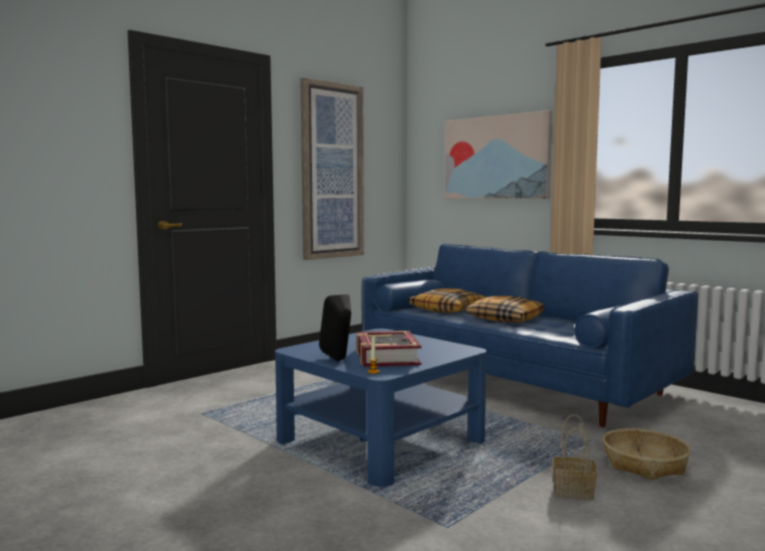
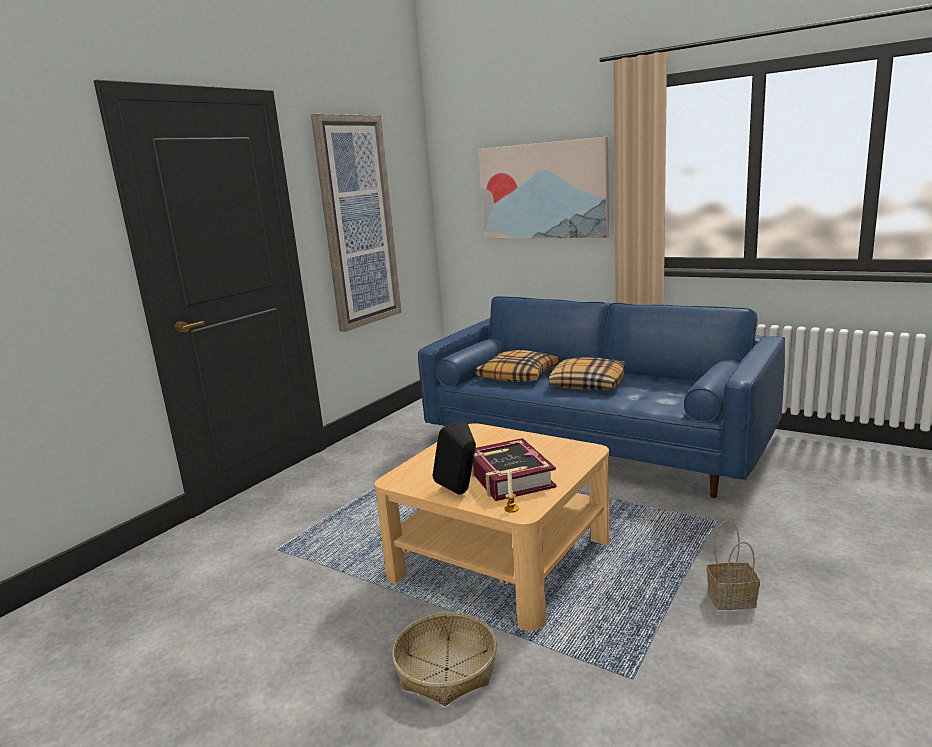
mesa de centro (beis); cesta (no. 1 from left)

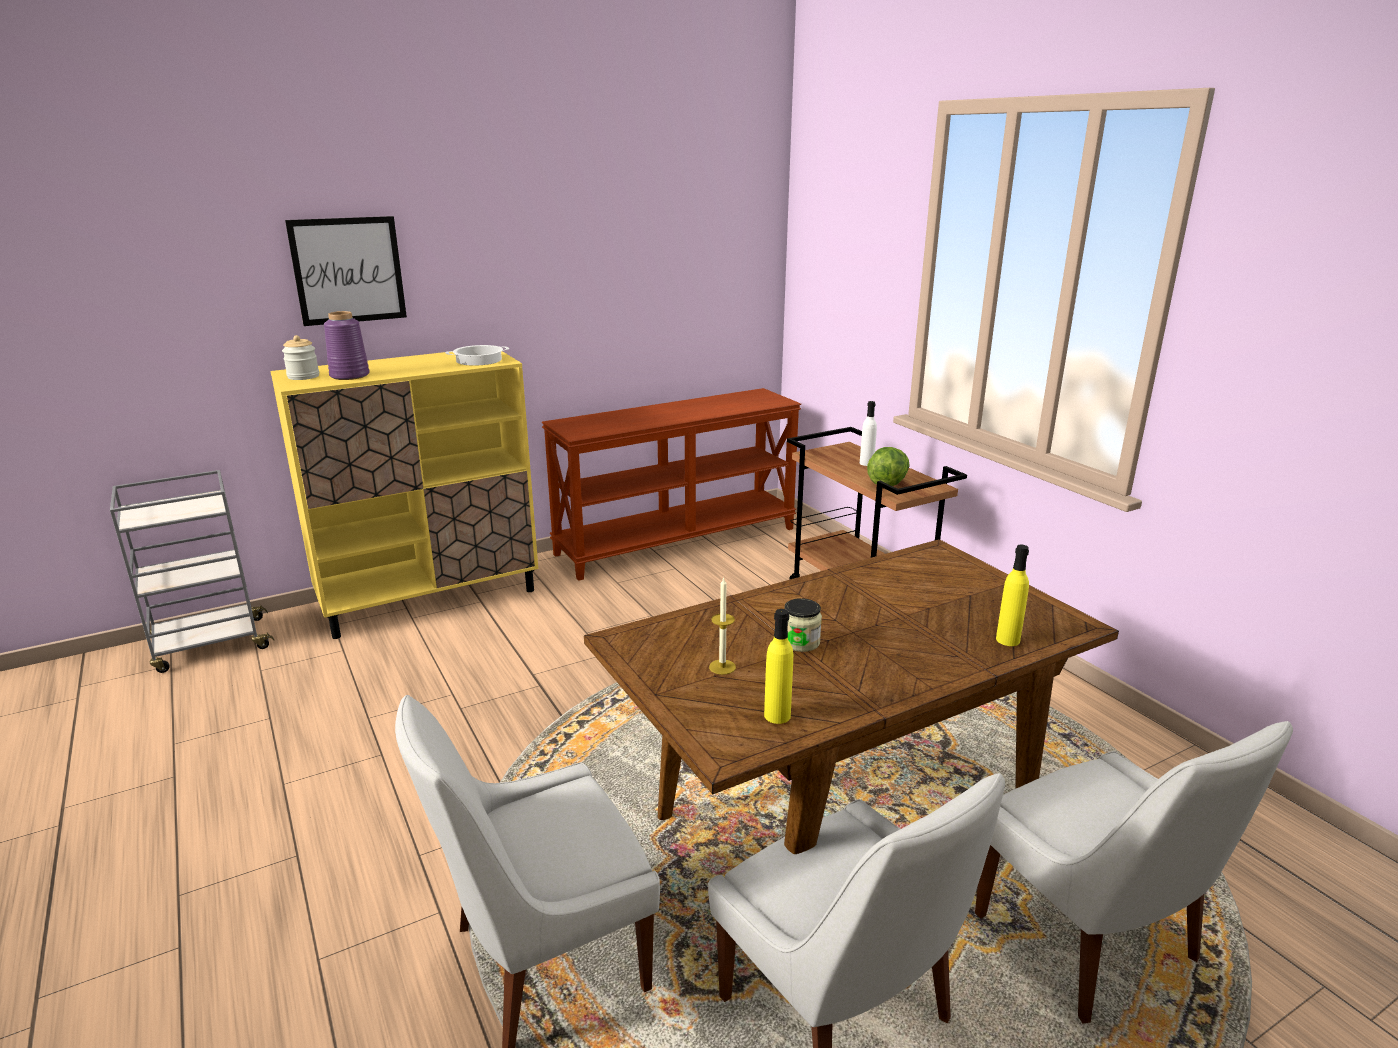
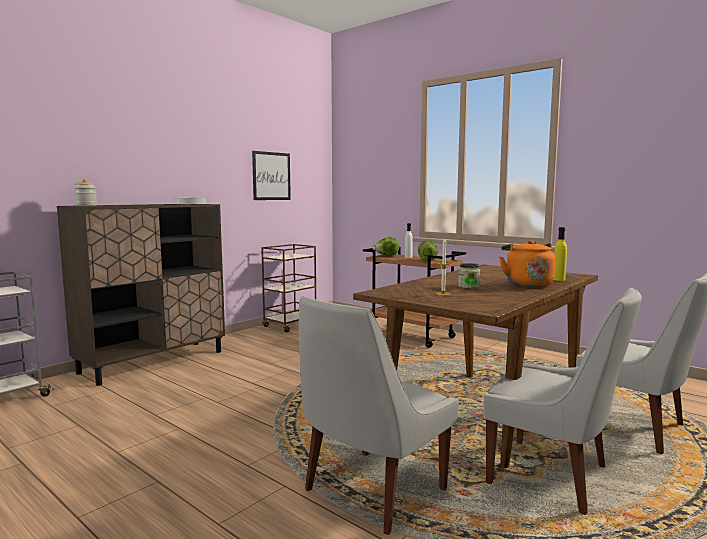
cuadro; florero (morado); armario (marrón); carrito (marrón) (no. 1 from left); botella (amarillo) (no. 1 from left in the first image); lechuga (no. 1 from left); hervidor (naranja)

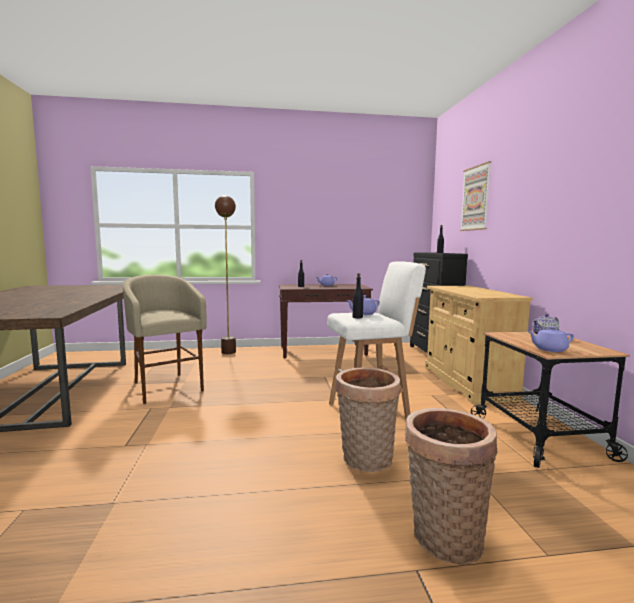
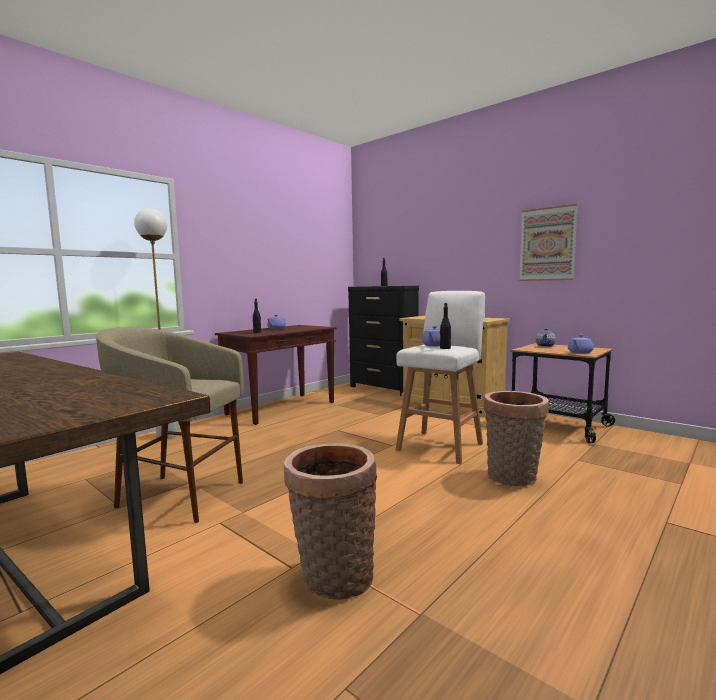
cuadro; lámpara de pie (blanco); cesta (no. 1 from left)

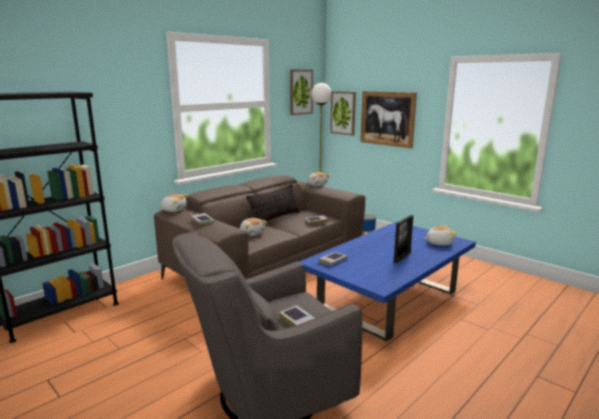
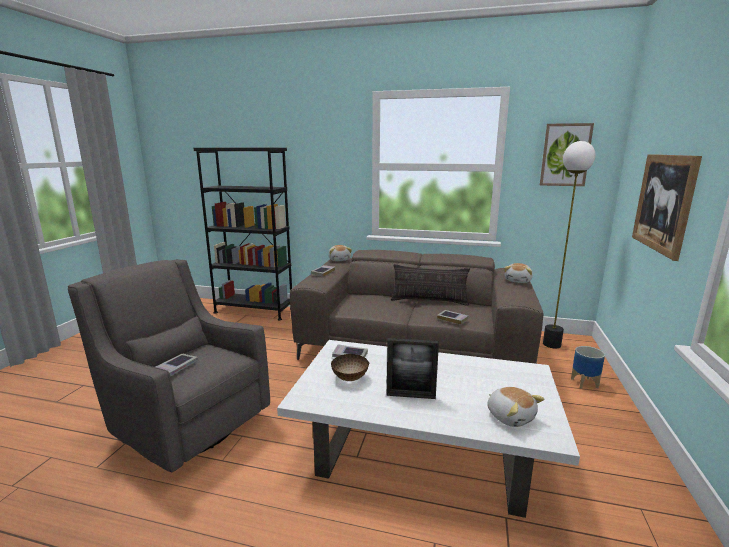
cuadro (no. 2 from left in the first image); peluche (no. 2 from left in the first image); mesa de centro (blanco); cuenco

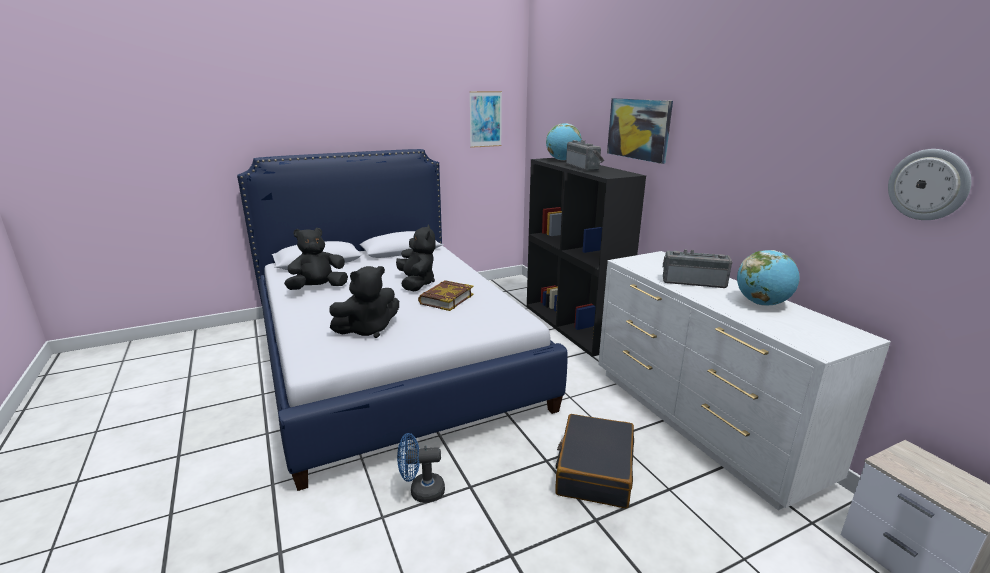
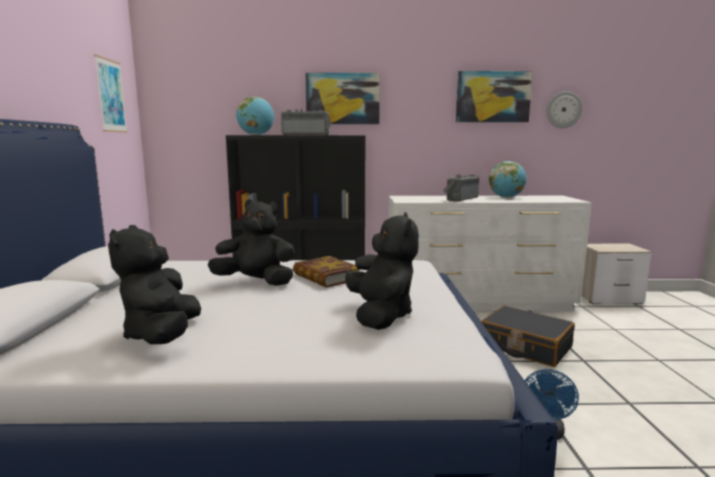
cuadro (no. 3 from left)

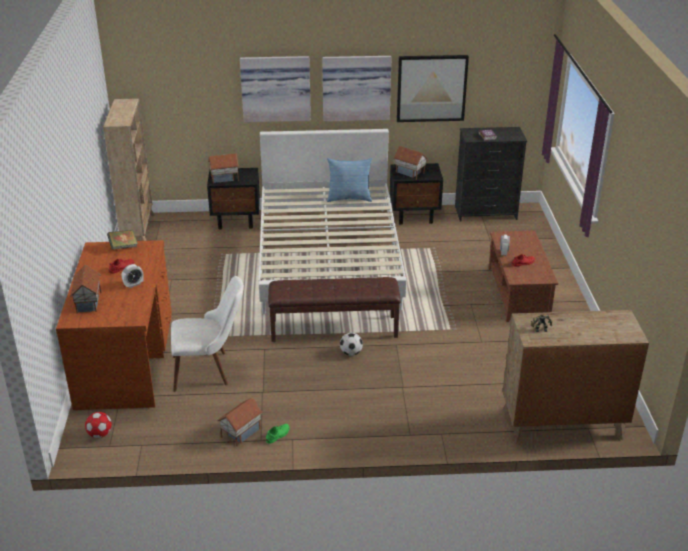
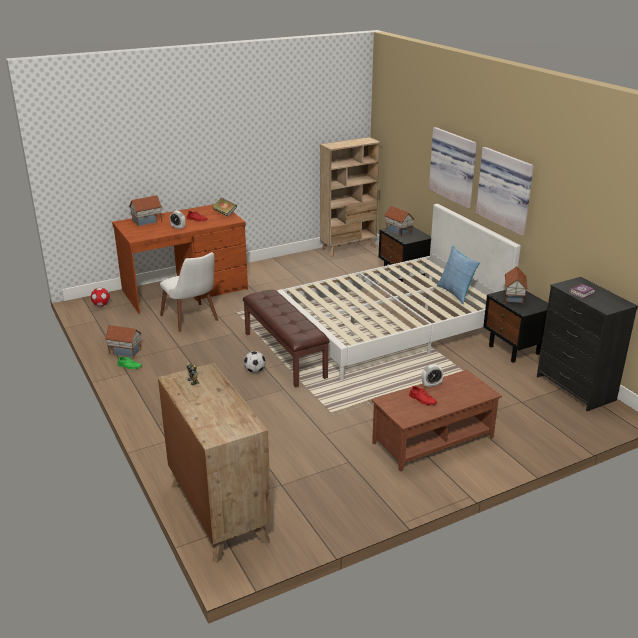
cuadro (no. 3 from left in the first image)

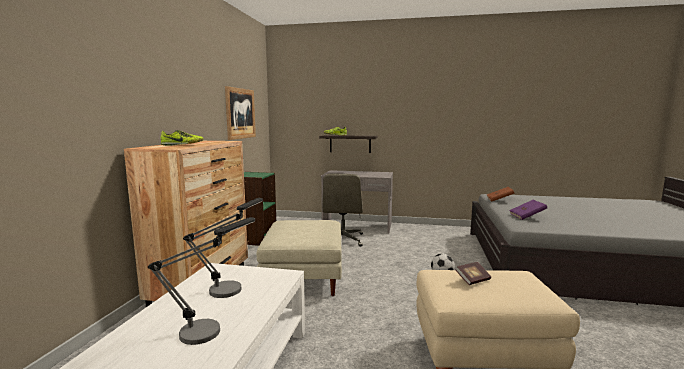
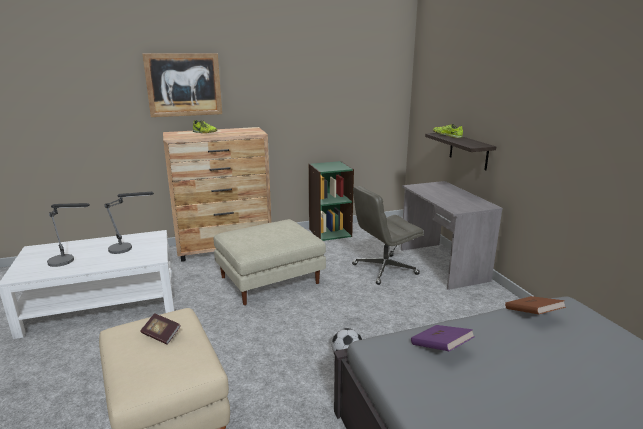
cuadro

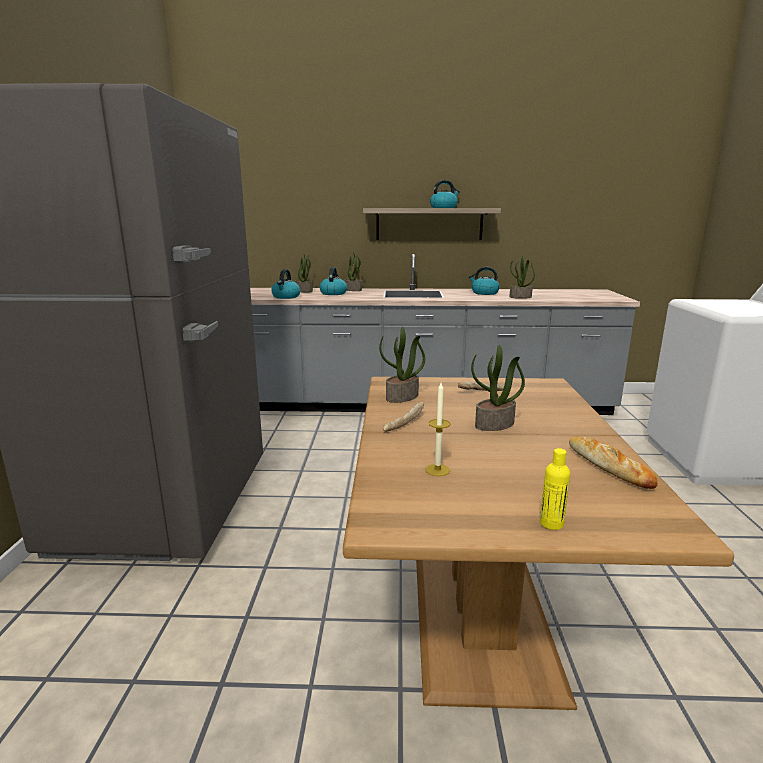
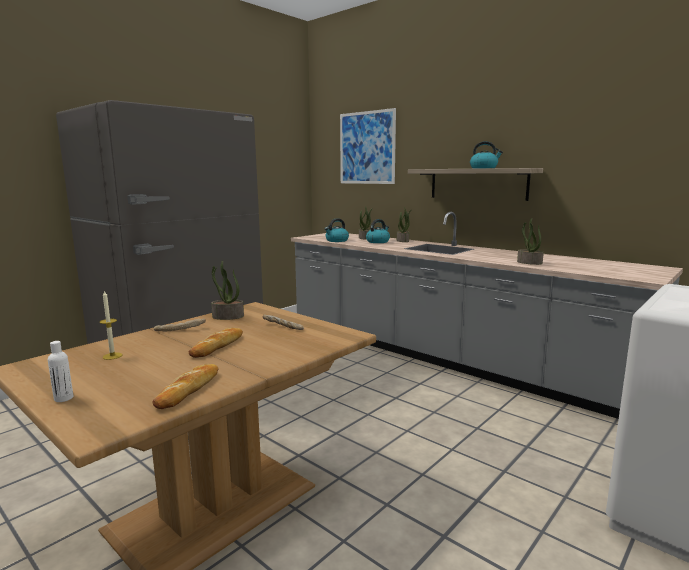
hervidor (no. 4 from left in the first image); pan (no. 3 from left); botella (blanco); cuadro

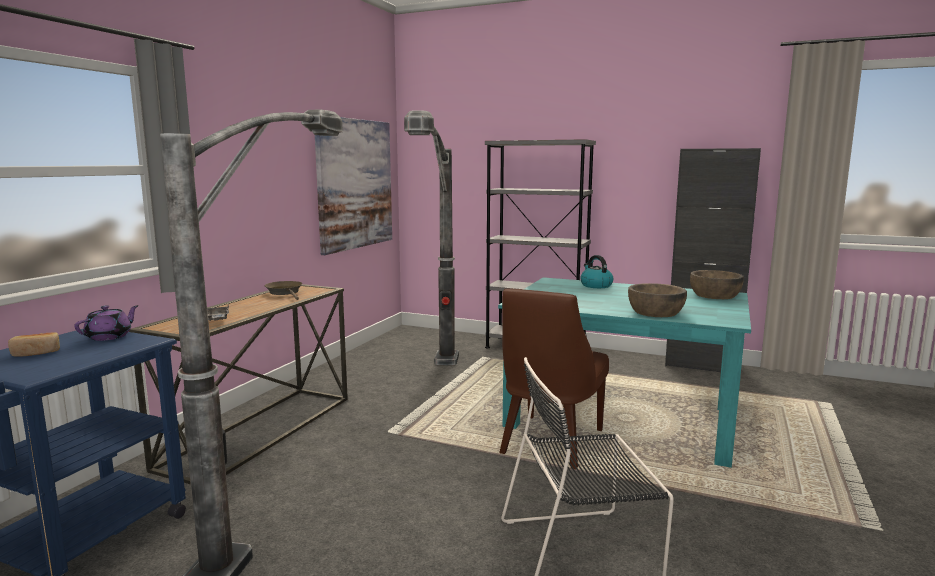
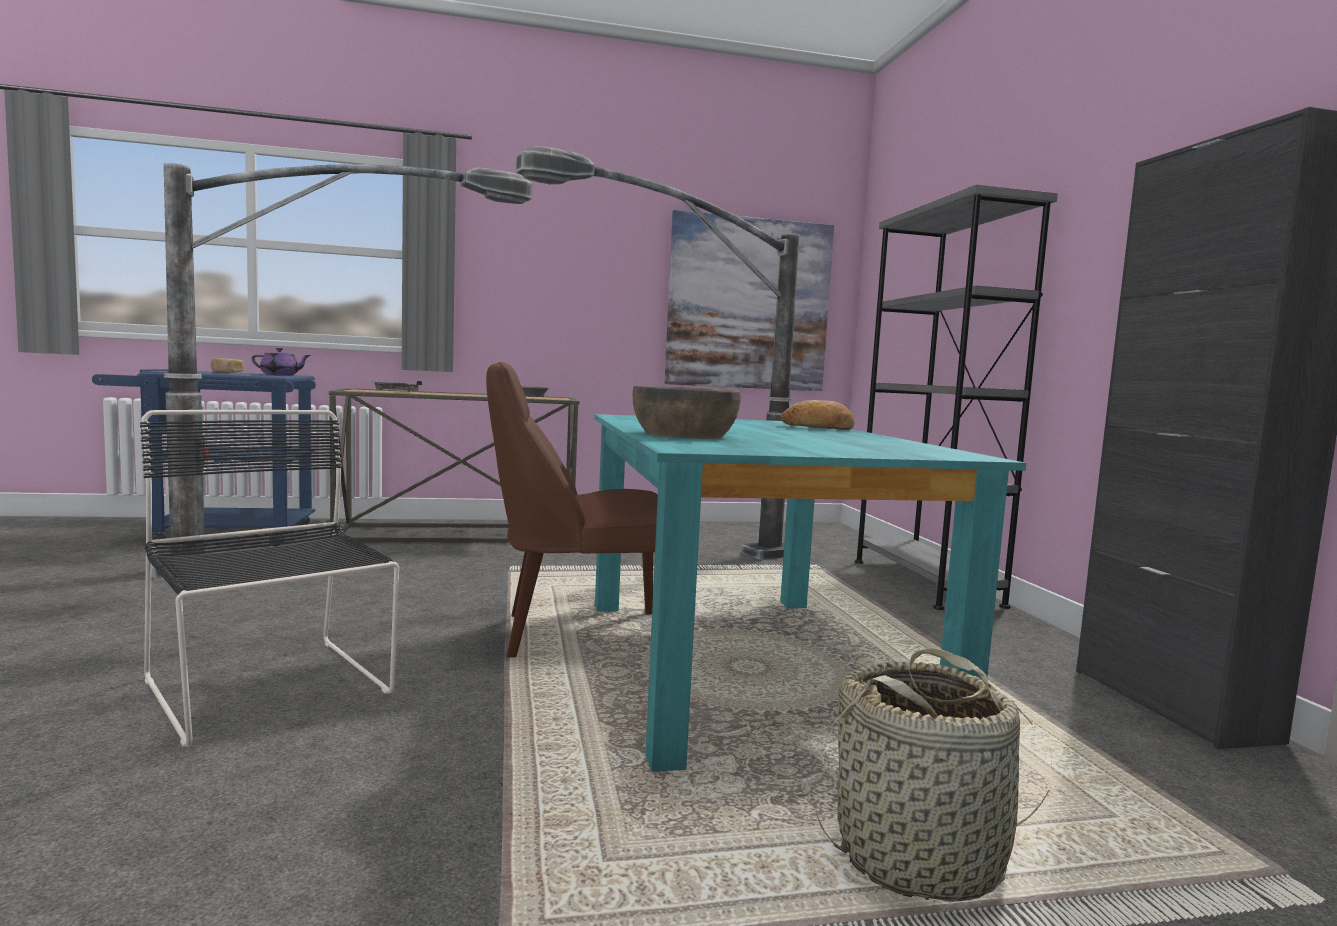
pan (no. 2 from left); cuenco (marrón) (no. 2 from left in the first image); cesta

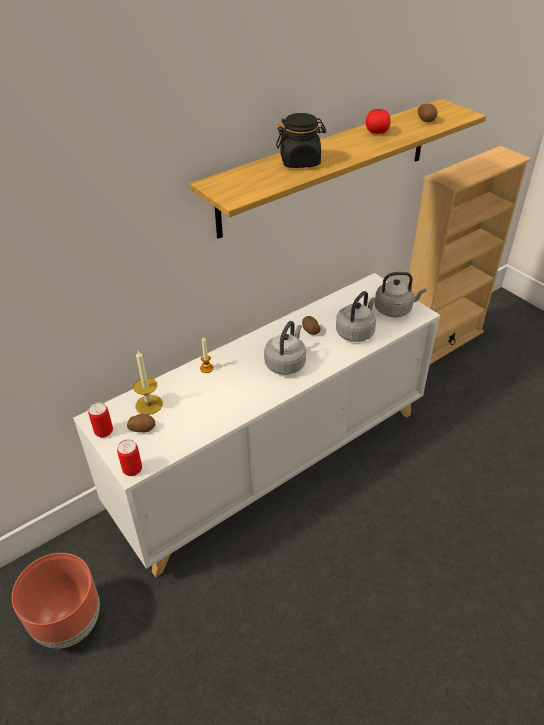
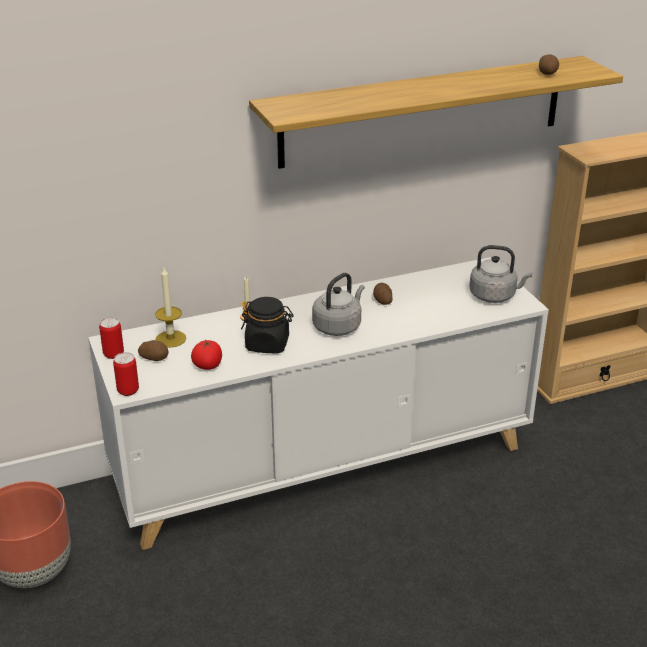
tomate; tarro (negro); hervidor (gris) (no. 2 from left in the first image)

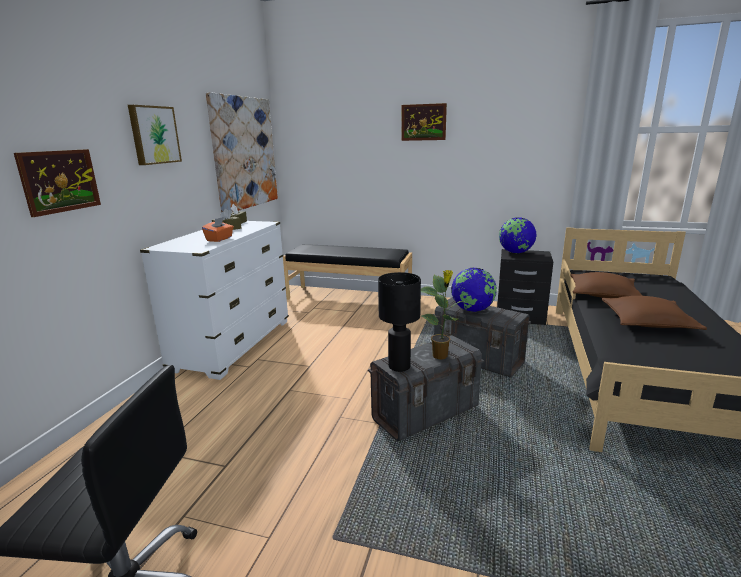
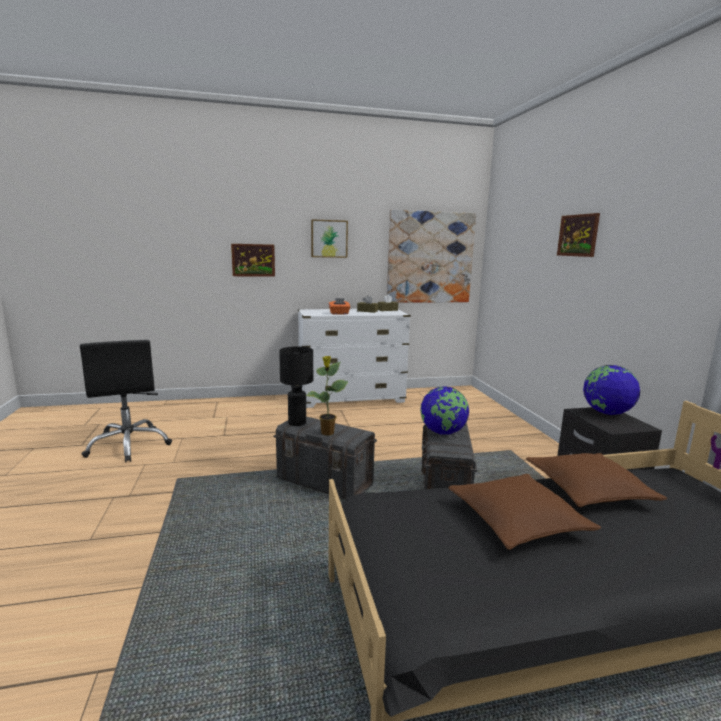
banco (negro)

